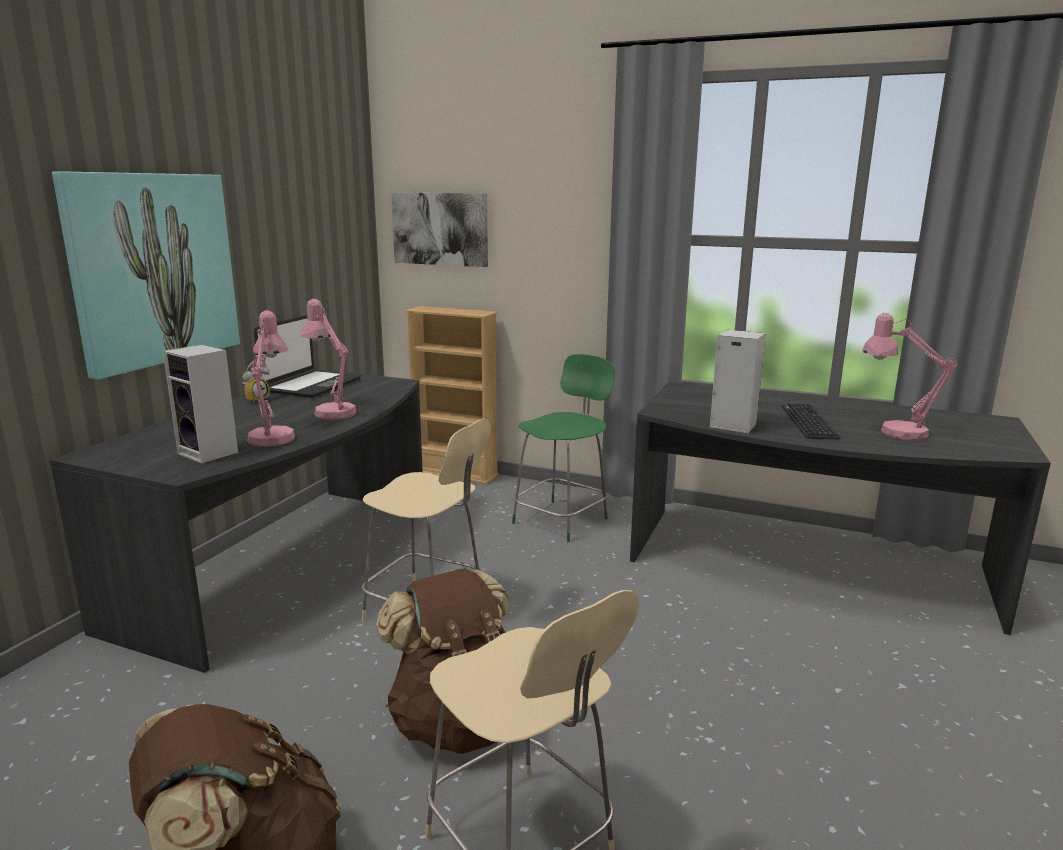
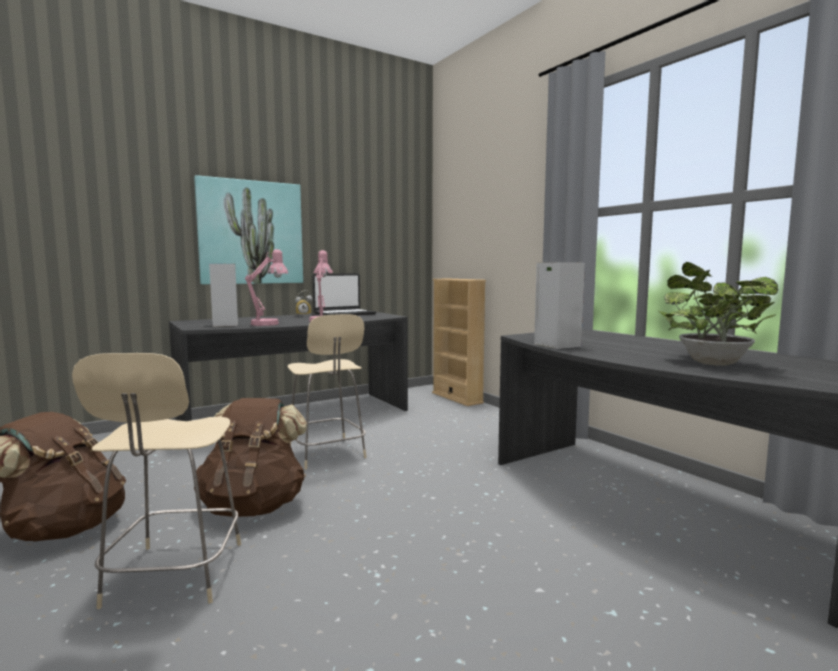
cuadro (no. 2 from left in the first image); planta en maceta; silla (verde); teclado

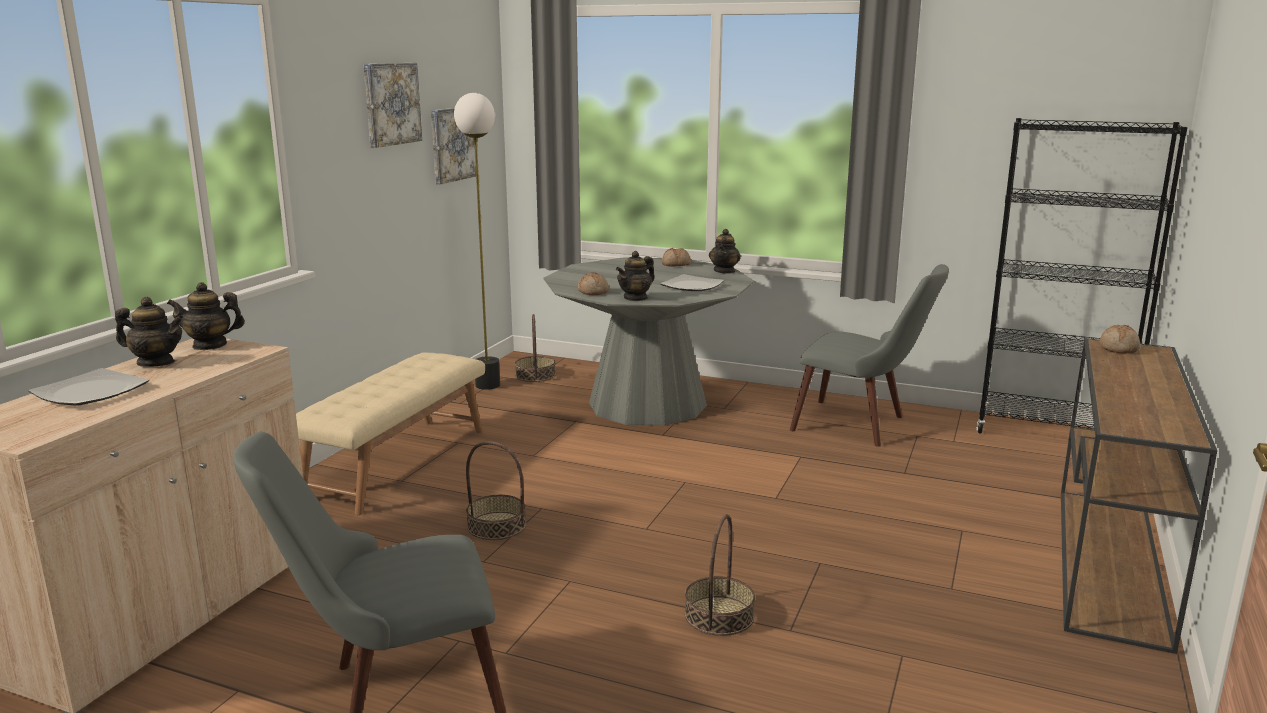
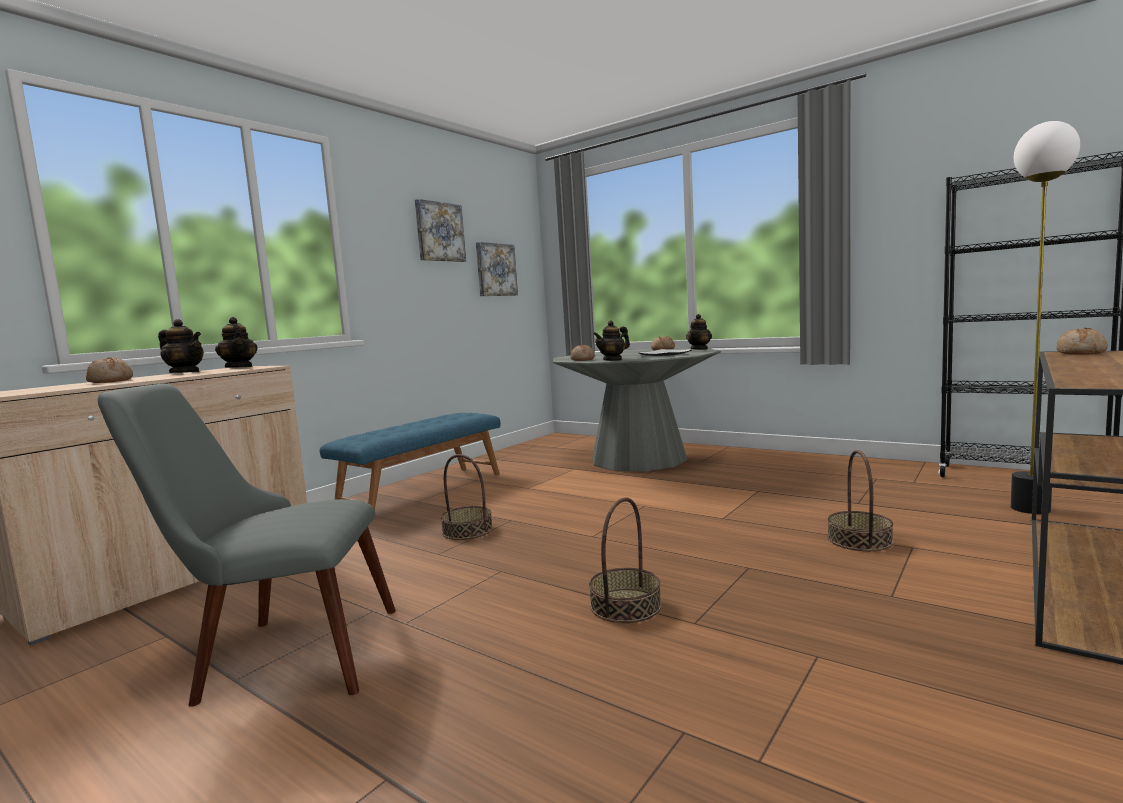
lámpara de pie; silla (gris) (no. 2 from left in the first image); tetera (no. 2 from left); cesta (no. 3 from left); banco (azul); pan (no. 1 from left)

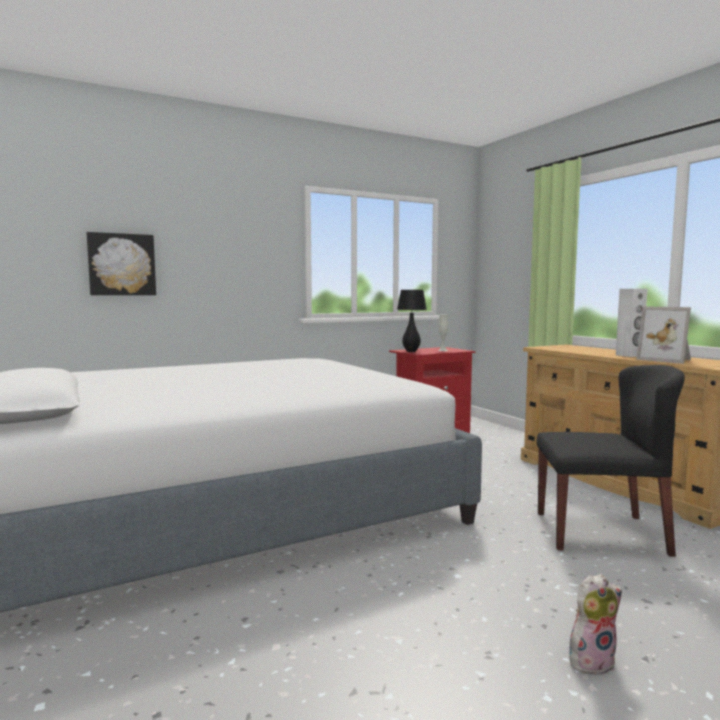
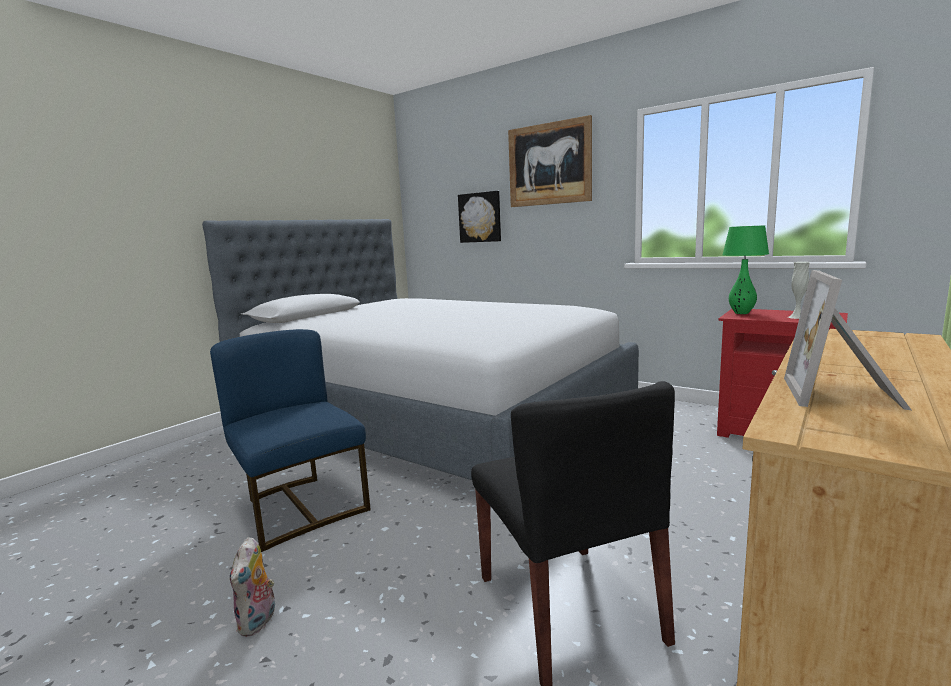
altavoz (blanco); lámpara de mesa (verde); peluche; cuadro (no. 2 from left); silla (azul)

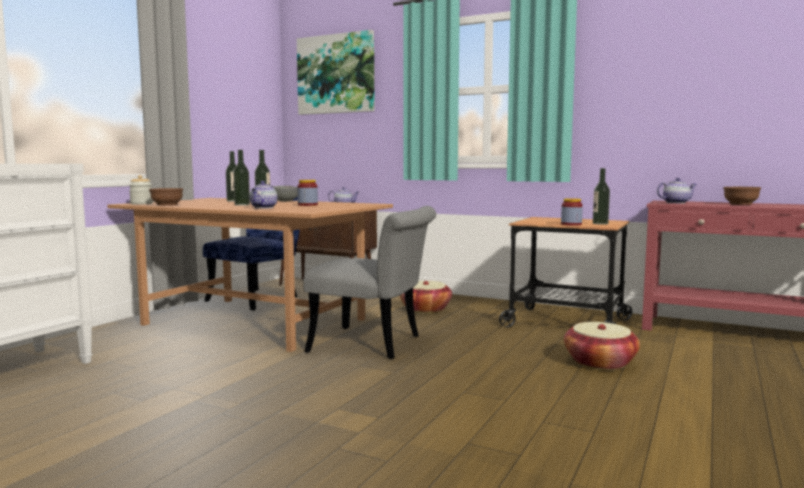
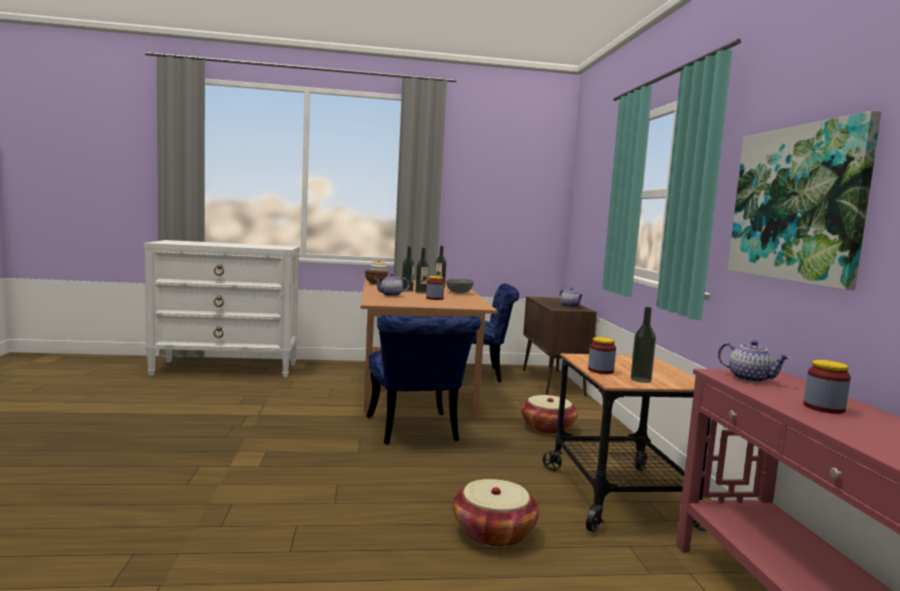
cuadro; tarro (no. 4 from left); silla (azul) (no. 1 from left)

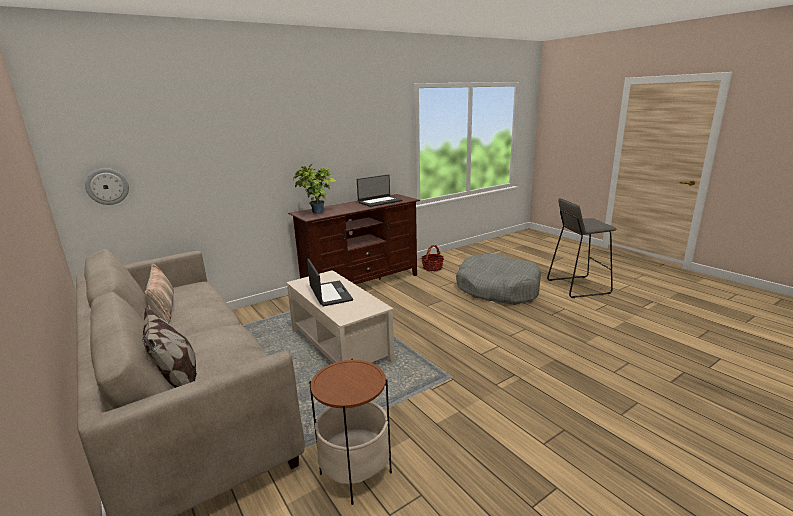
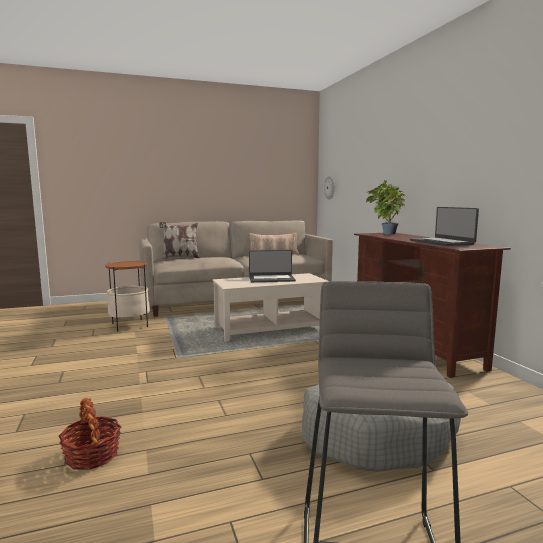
cesta

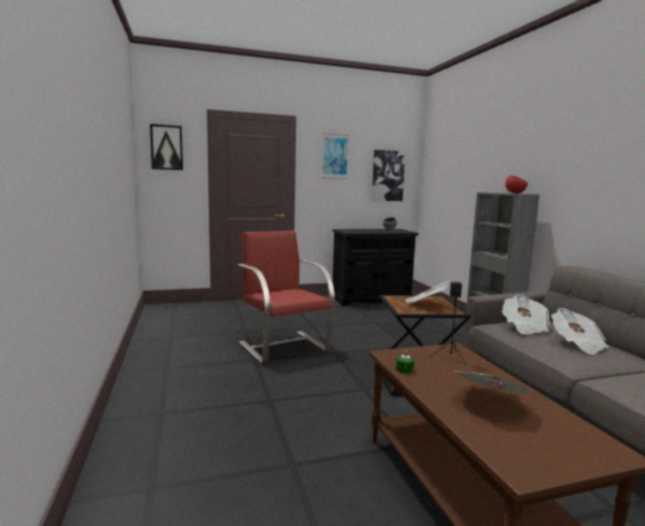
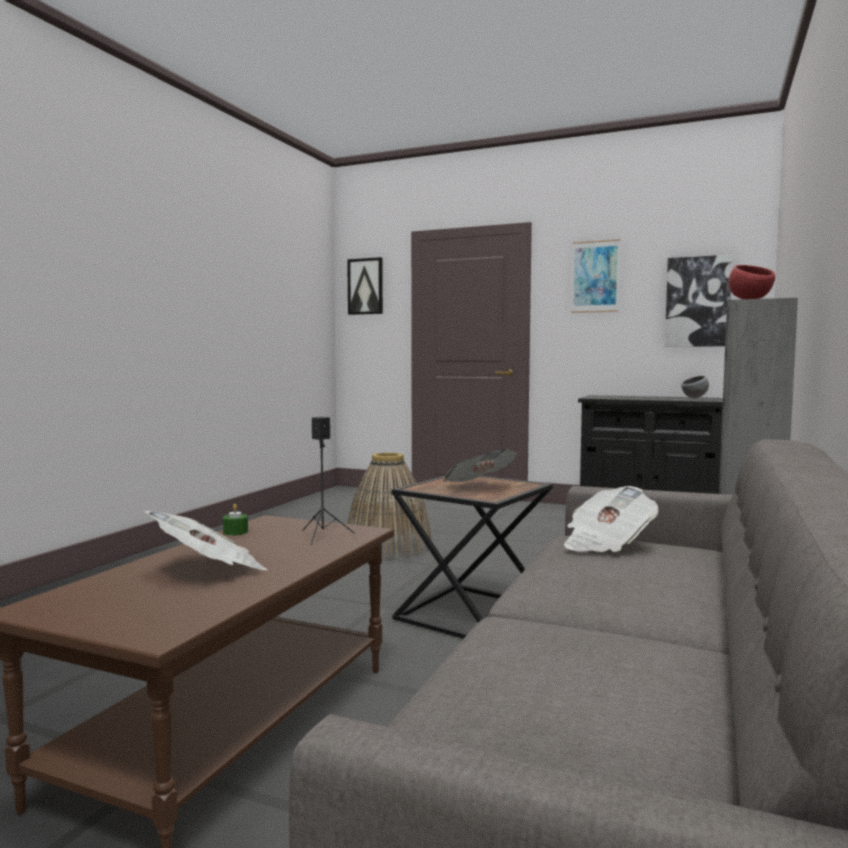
cesta; periódico (no. 4 from left in the first image)

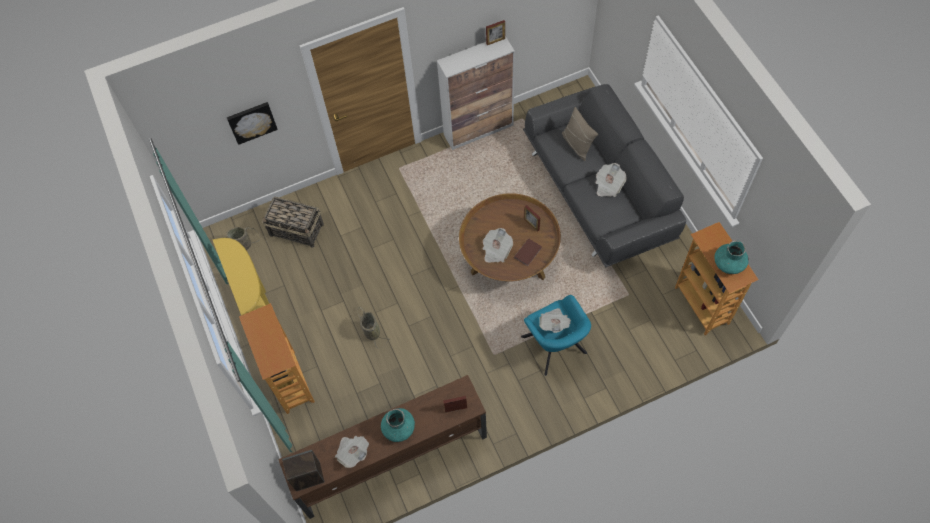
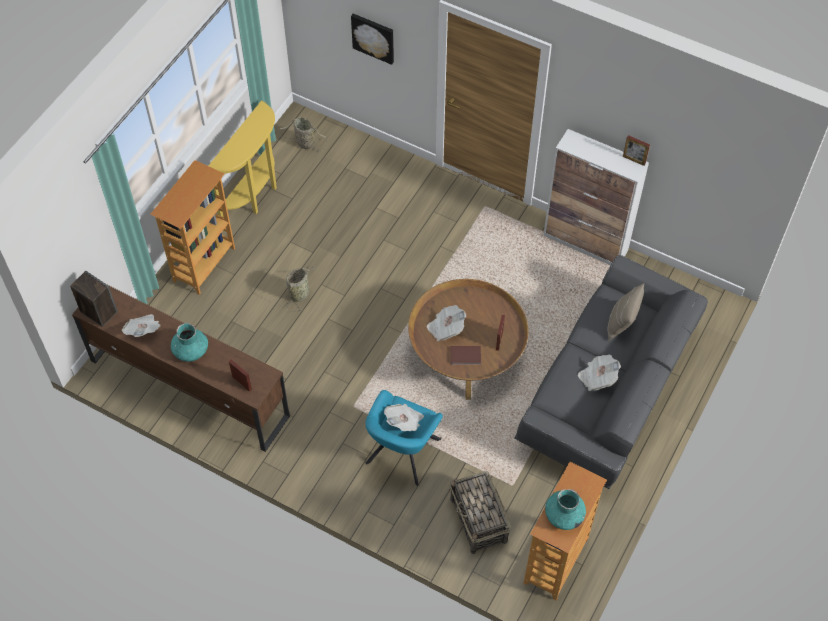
cesta (no. 3 from left)

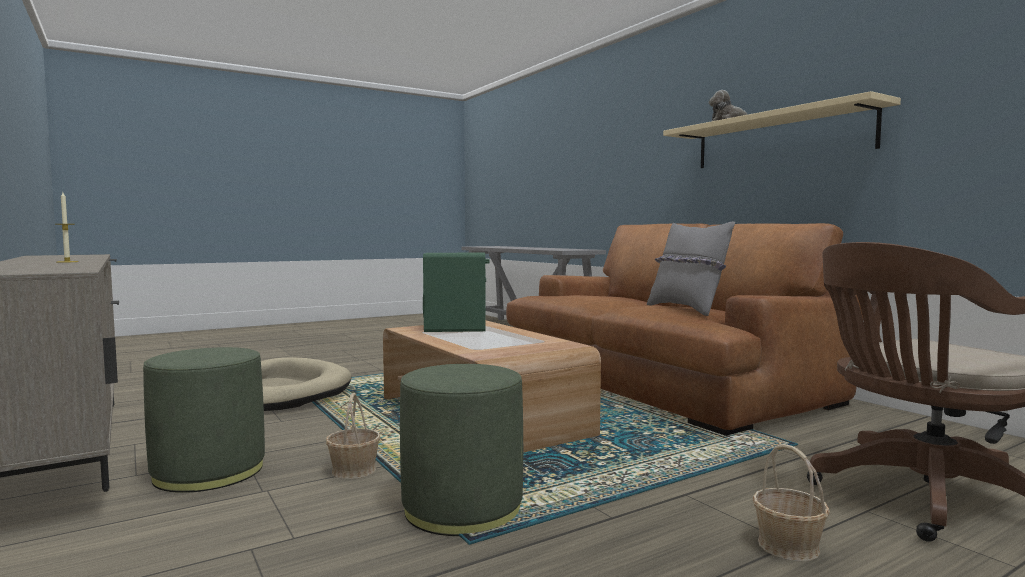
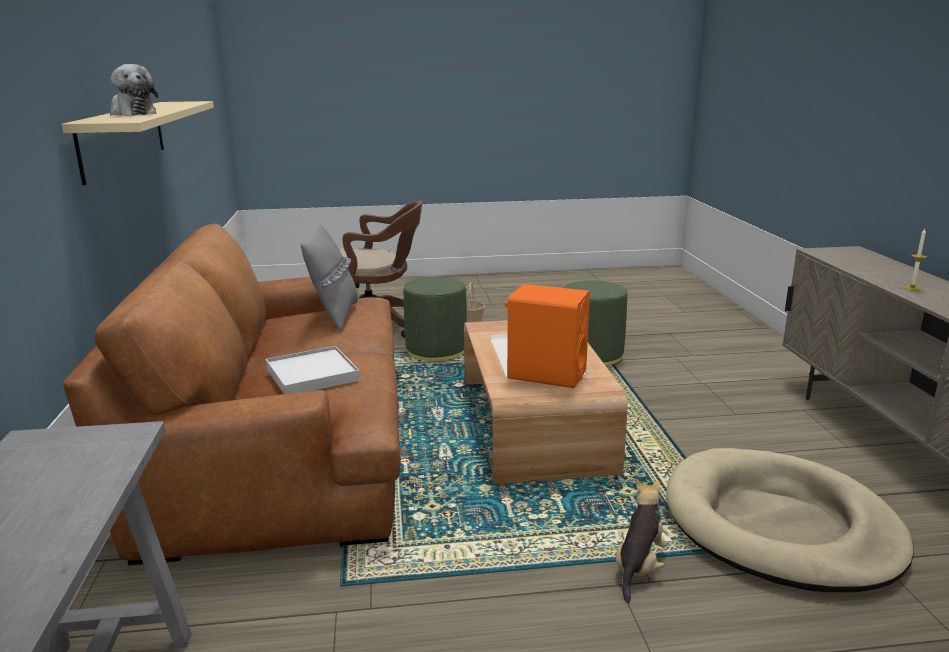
altavoz (naranja); puf (verde) (no. 1 from left); cesta (no. 1 from left in the first image); bandeja (blanco); peluche (no. 2 from left)

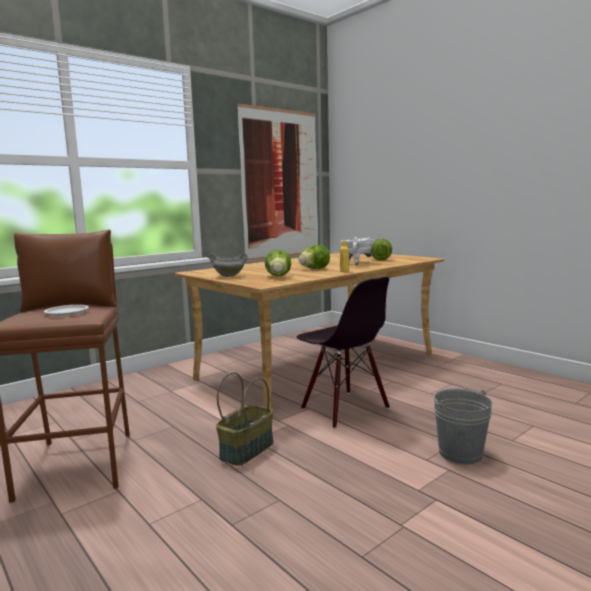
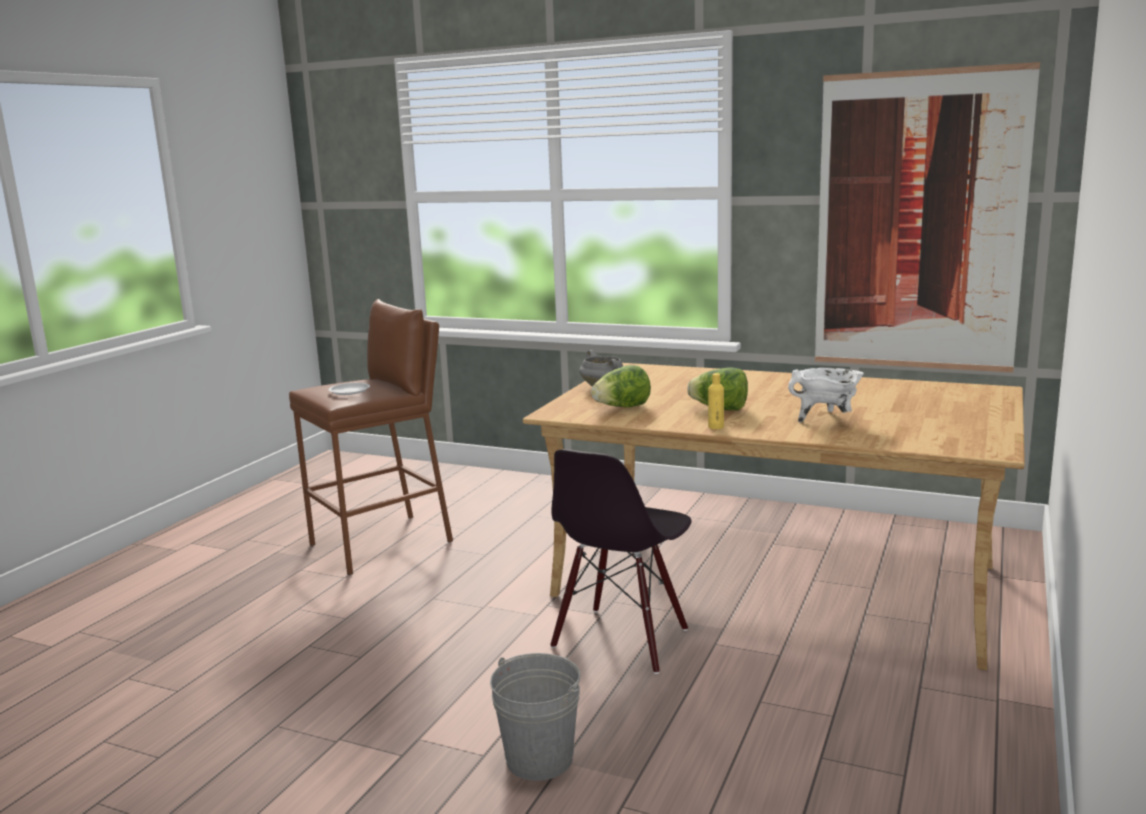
lechuga (no. 3 from left in the first image); cesta

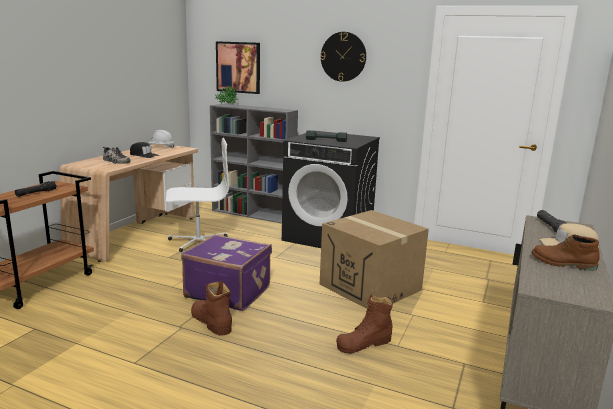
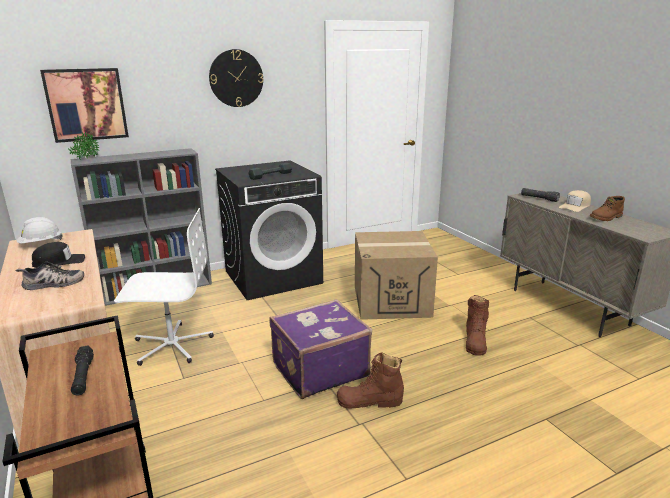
silla de oficina (blanco)

